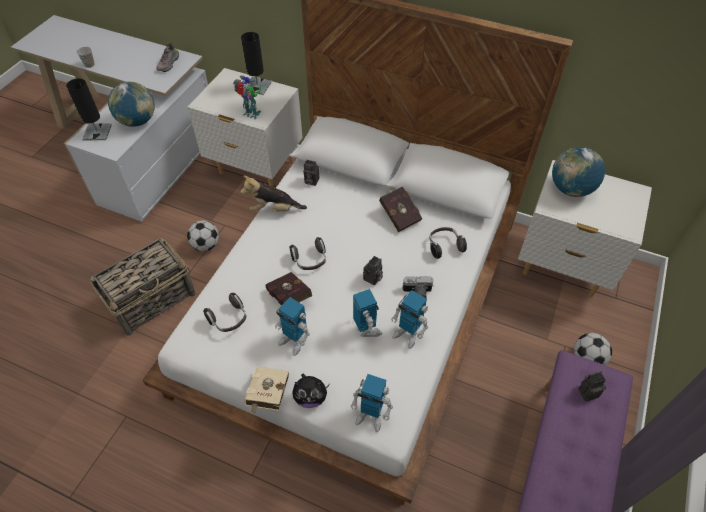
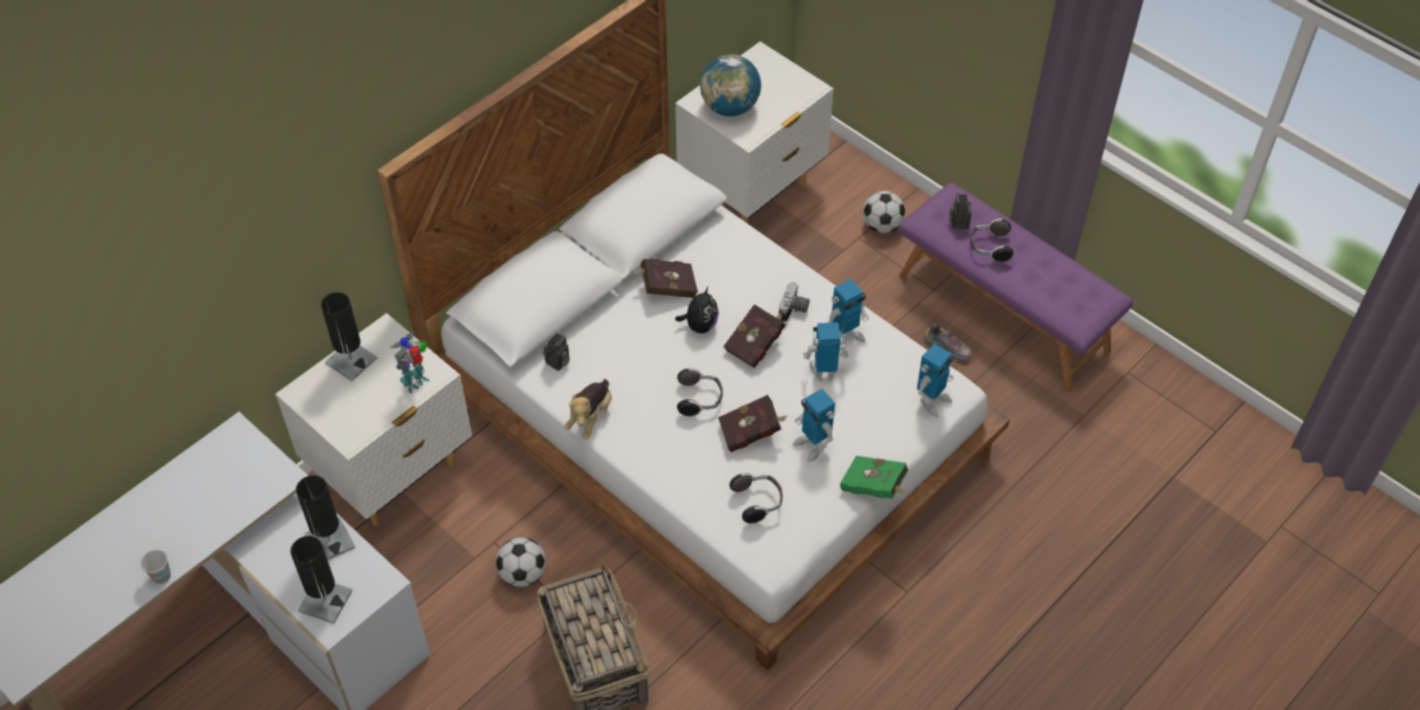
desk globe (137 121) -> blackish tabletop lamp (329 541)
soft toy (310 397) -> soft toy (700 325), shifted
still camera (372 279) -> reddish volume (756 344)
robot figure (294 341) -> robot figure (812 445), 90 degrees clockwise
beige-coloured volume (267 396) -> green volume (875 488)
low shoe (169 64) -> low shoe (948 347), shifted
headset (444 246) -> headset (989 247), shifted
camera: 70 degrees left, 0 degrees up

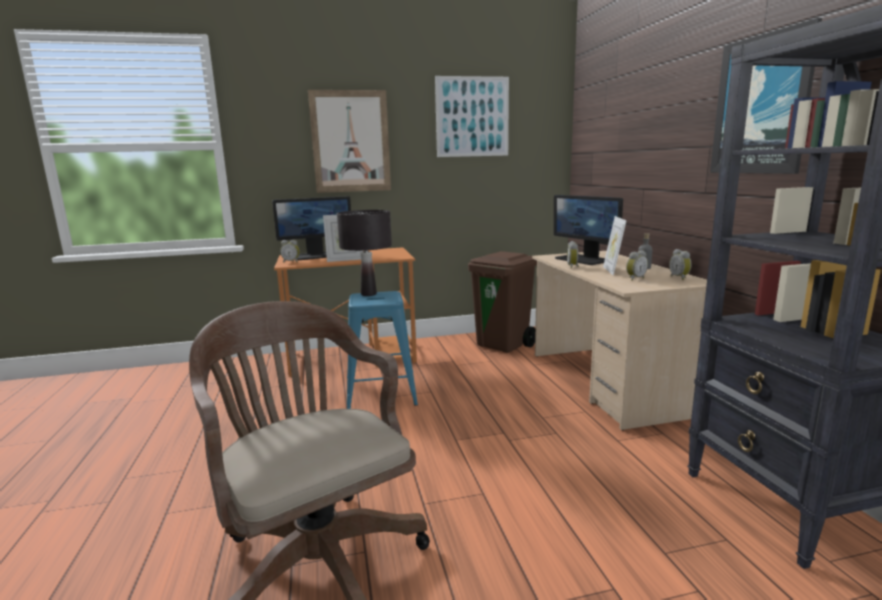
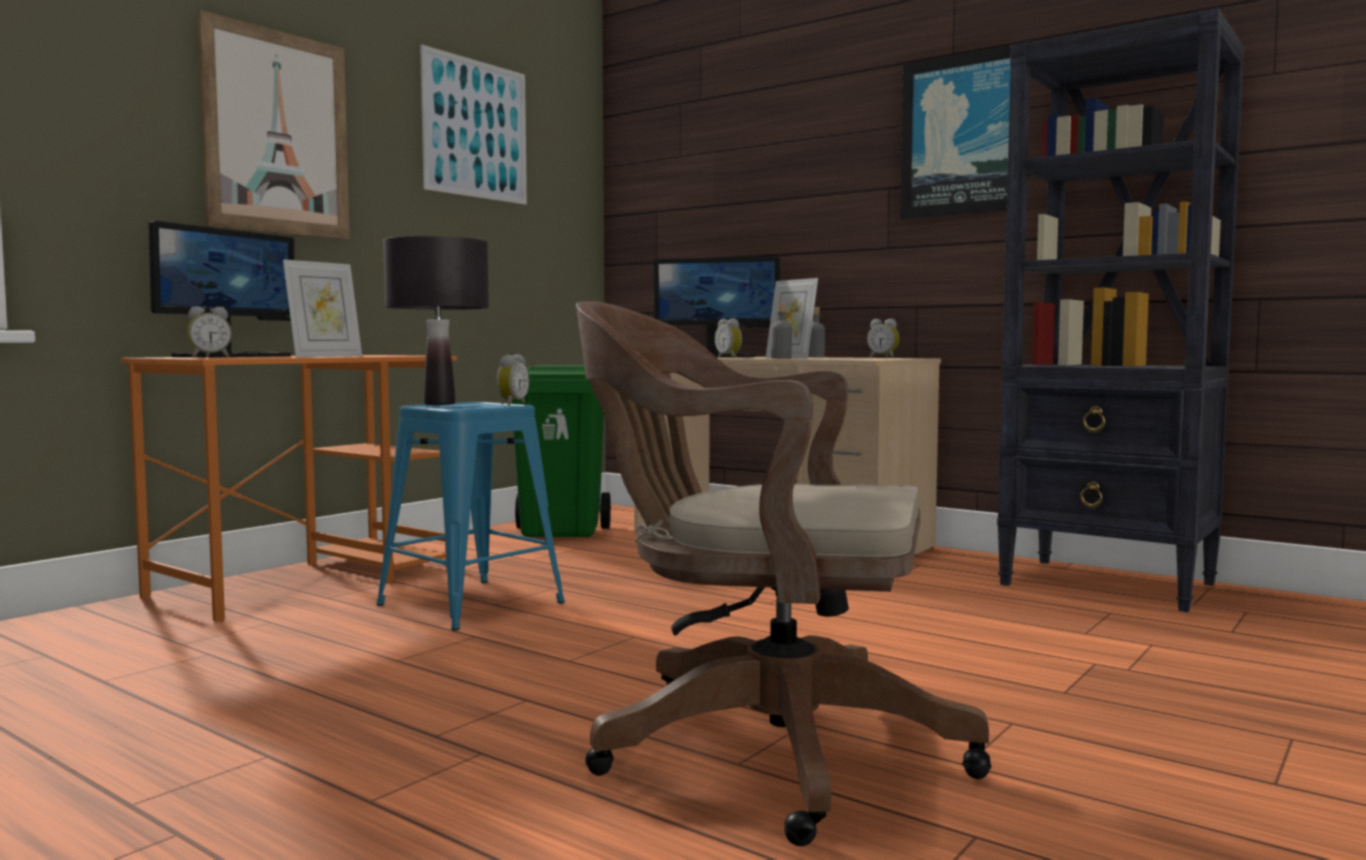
alarm clock (634 278) -> alarm clock (511 404), shifted
brownish waste bin (503 345) -> green waste bin (562 532)
none -> greyish bottle (781 358)
camera: 40 degrees left, 10 degrees down

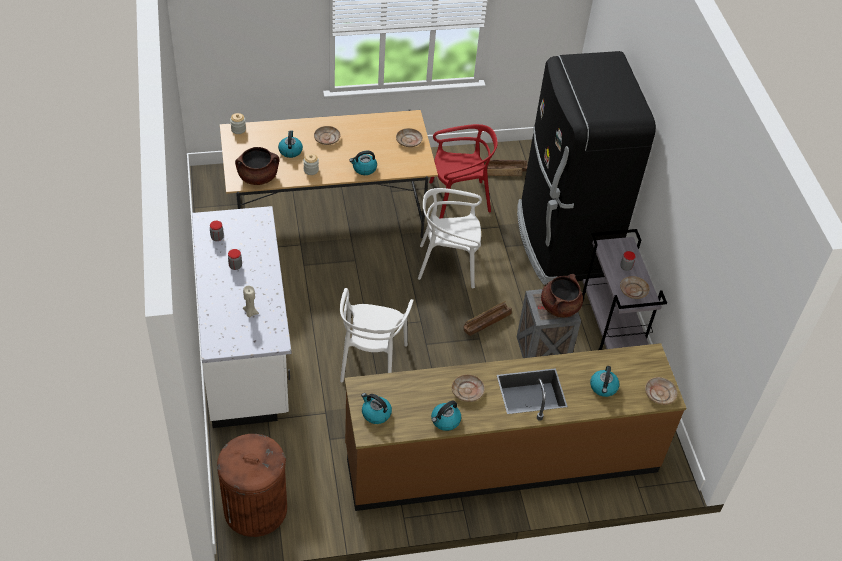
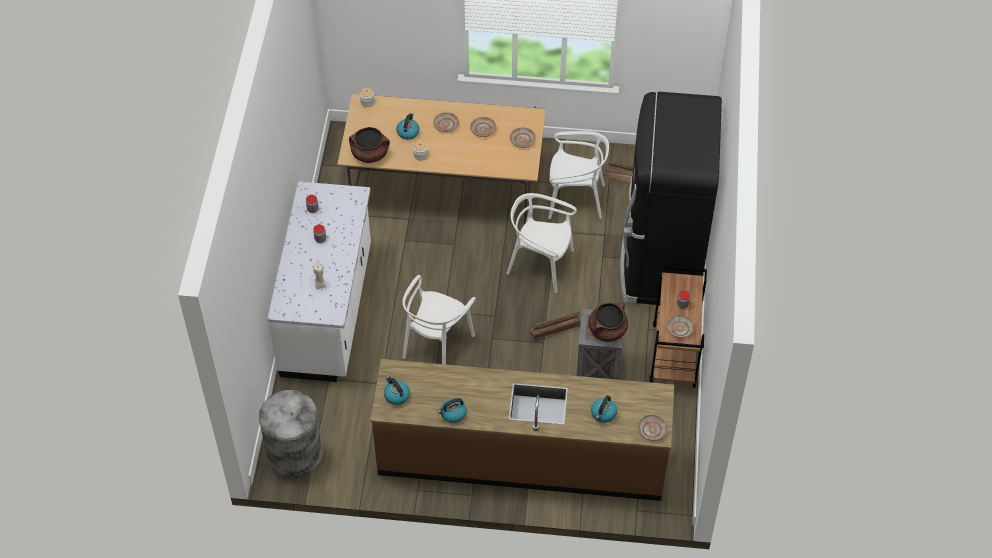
brownish waste bin (256 508) -> greyish waste bin (295 454)
beige-coloured flat dish (467 391) -> beige-coloured flat dish (483 129), shifted
reddish upright chair (459 199) -> whitish upright chair (575 199)
greyish cart (611 326) -> brownish cart (674 356)
water kettle (364 169) -> none
camera: 20 degrees right, 5 degrees up

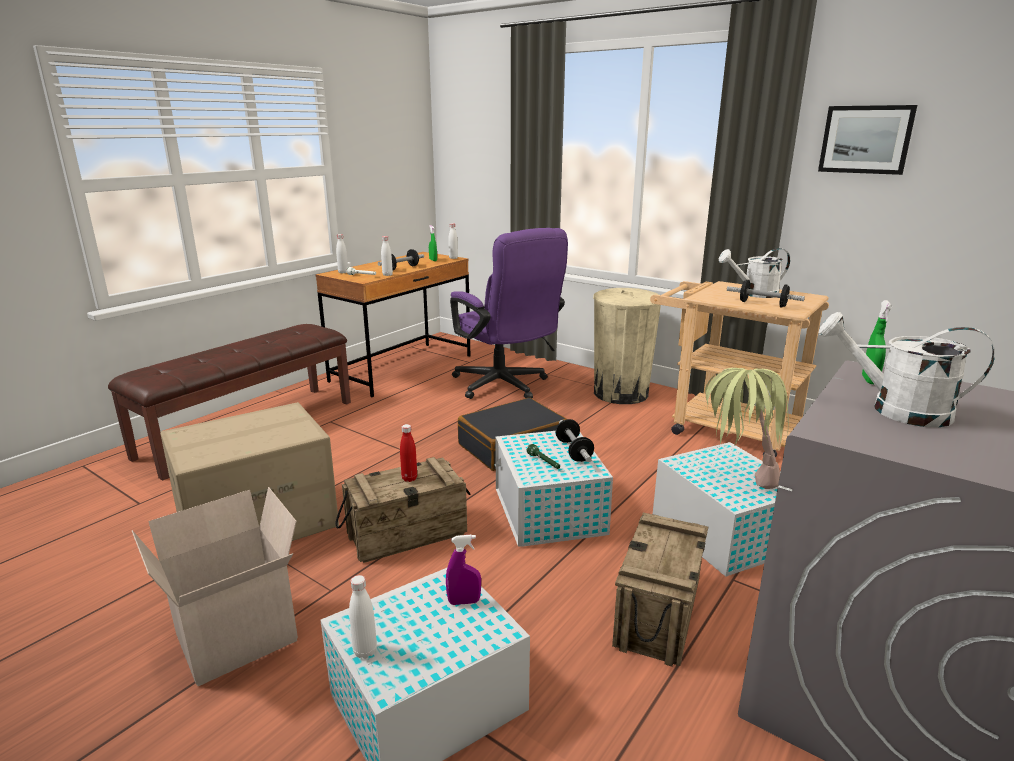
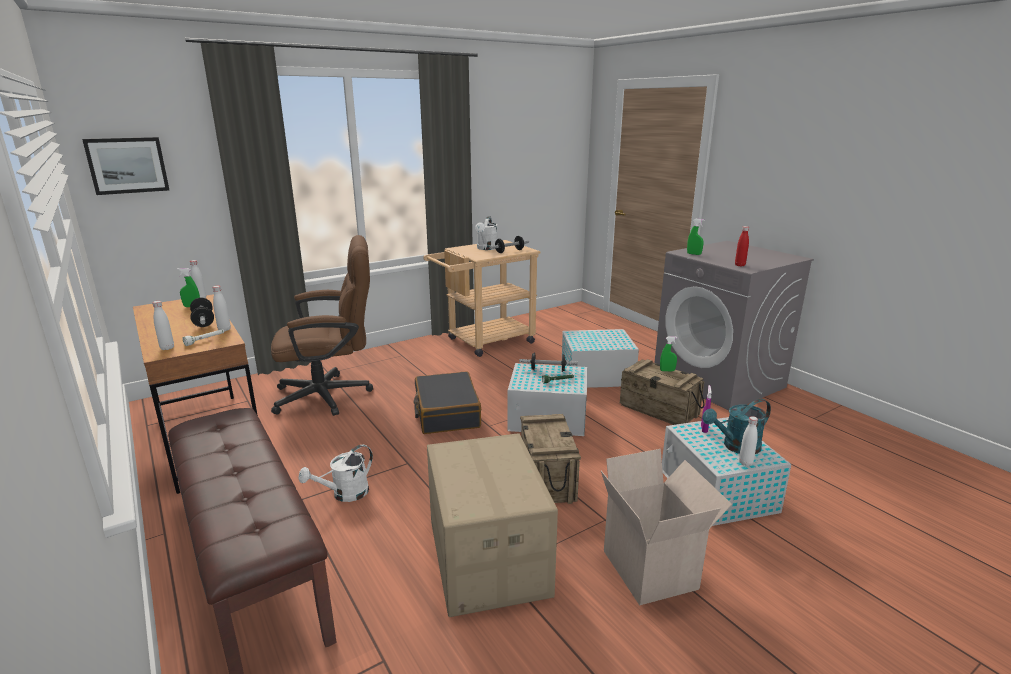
wall picture (865 139) -> wall picture (127 165), shifted
purple office chair (505 387) -> brownish office chair (332 395)
whitish watering pot (896 410) -> whitish watering pot (344 494), shifted
none -> green spray bottle (667 370)
none -> turquoise-coloured watering pot (736 447)
reddish bottle (409 478) -> reddish bottle (739 265), shifted
beige-coloured waste bin (621 393) -> none
houseplant (736 480) -> none
camera: 70 degrees left, 0 degrees up

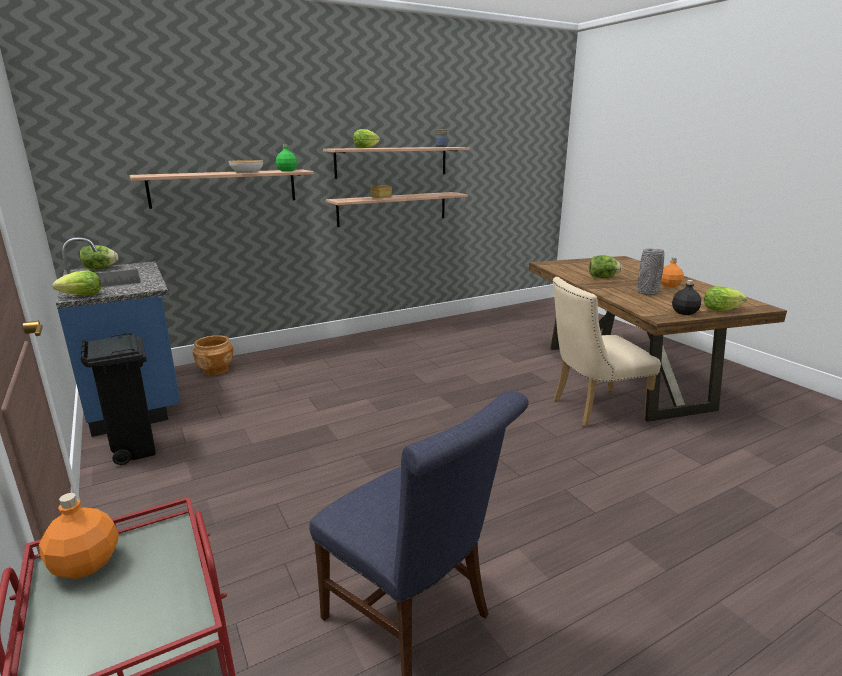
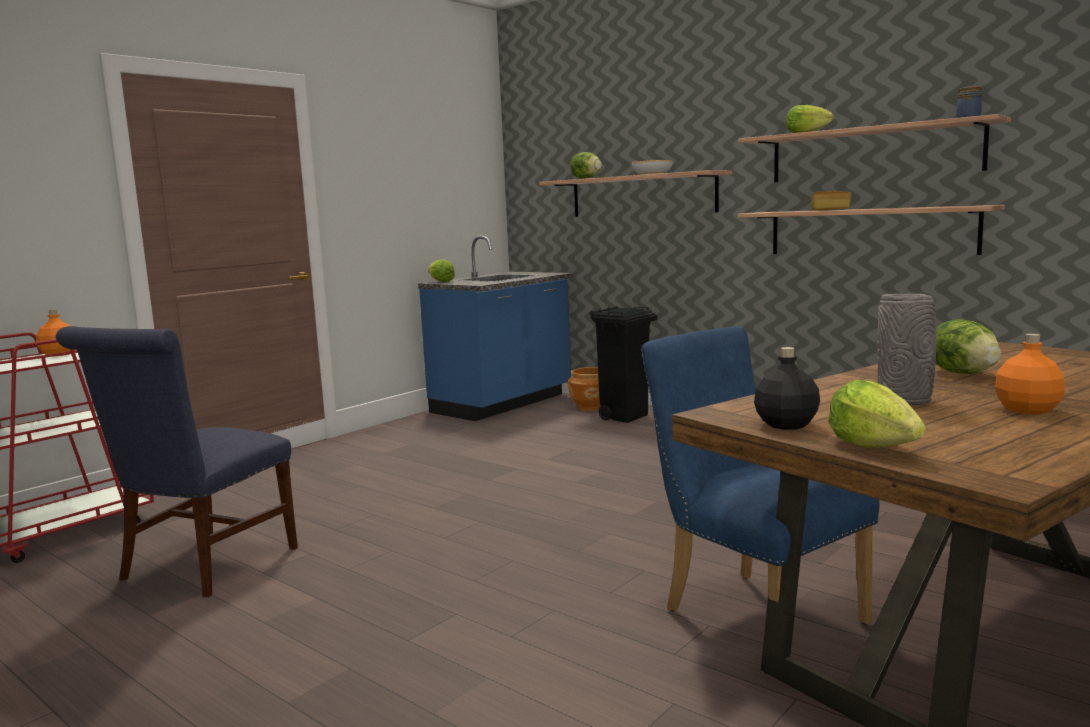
head of lettuce (100 269) -> head of lettuce (586 179), shifted
blackish waste bin (135 450) -> blackish waste bin (625 417), shifted
beige-coloured upright chair (592 409) -> blue upright chair (752 612)
green bottle (287 171) -> none
camera: 70 degrees right, 10 degrees down

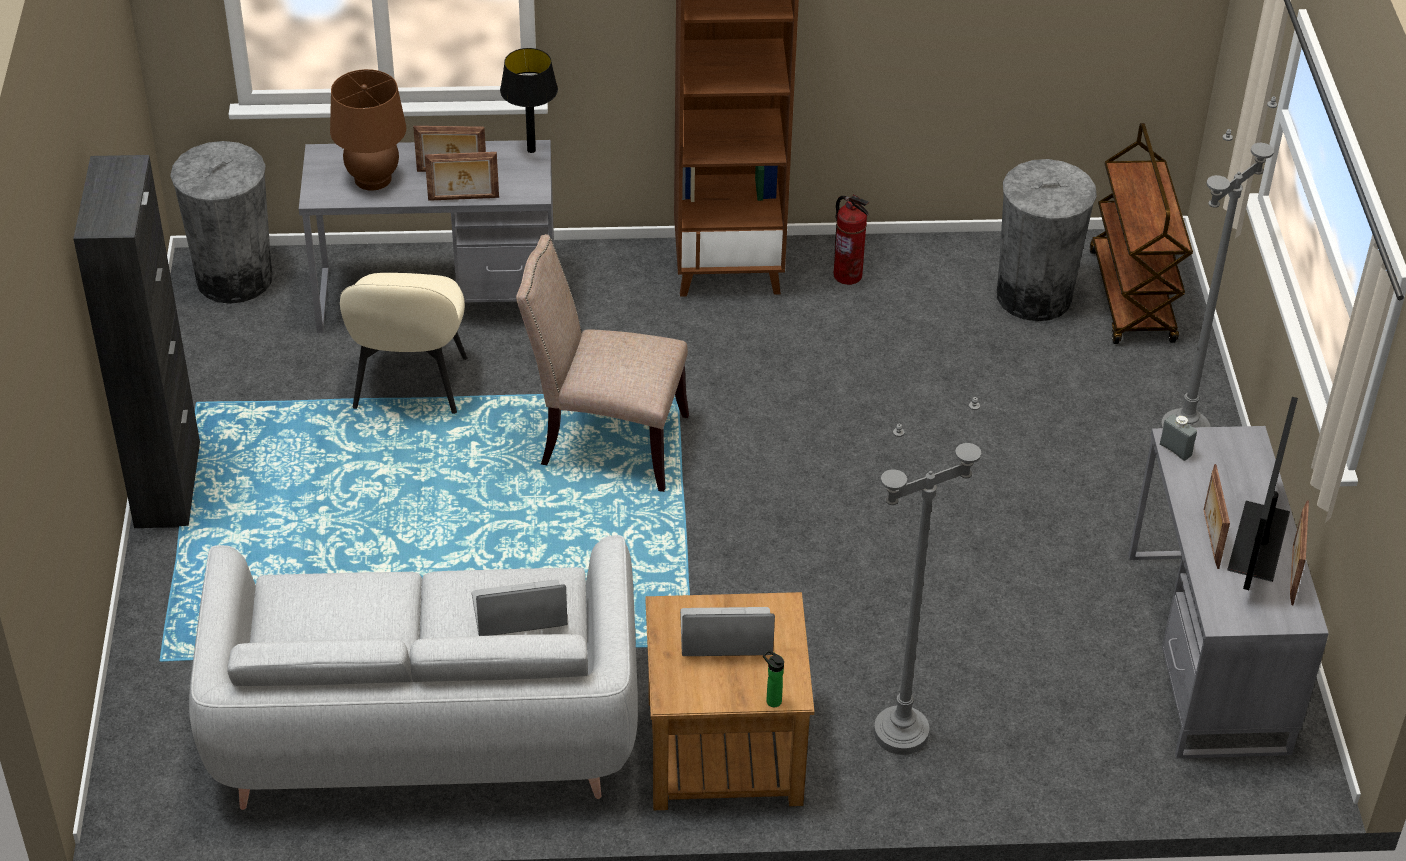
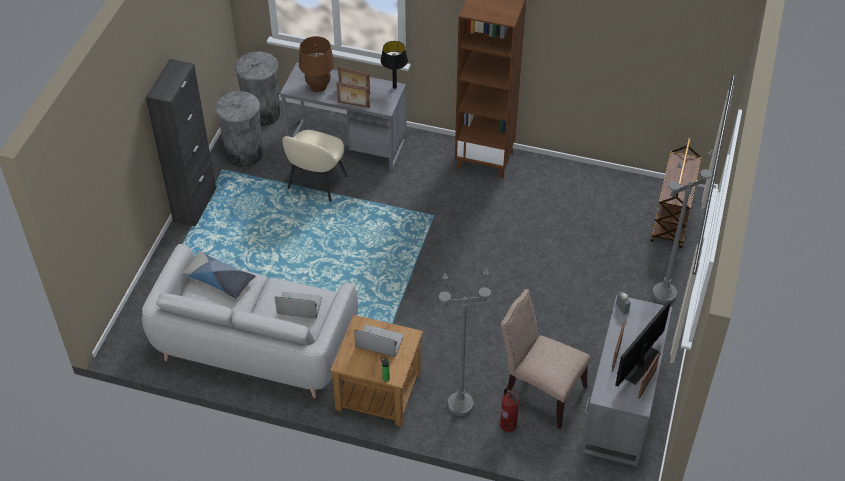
none -> cushion (218 280)
greyish waste bin (1034 296) -> greyish waste bin (244 154), shifted
extinguisher (848 275) -> extinguisher (508 425), shifted
beige-coloured upright chair (607 442) -> beige-coloured upright chair (540 391), shifted
camera: 20 degrees right, 5 degrees up

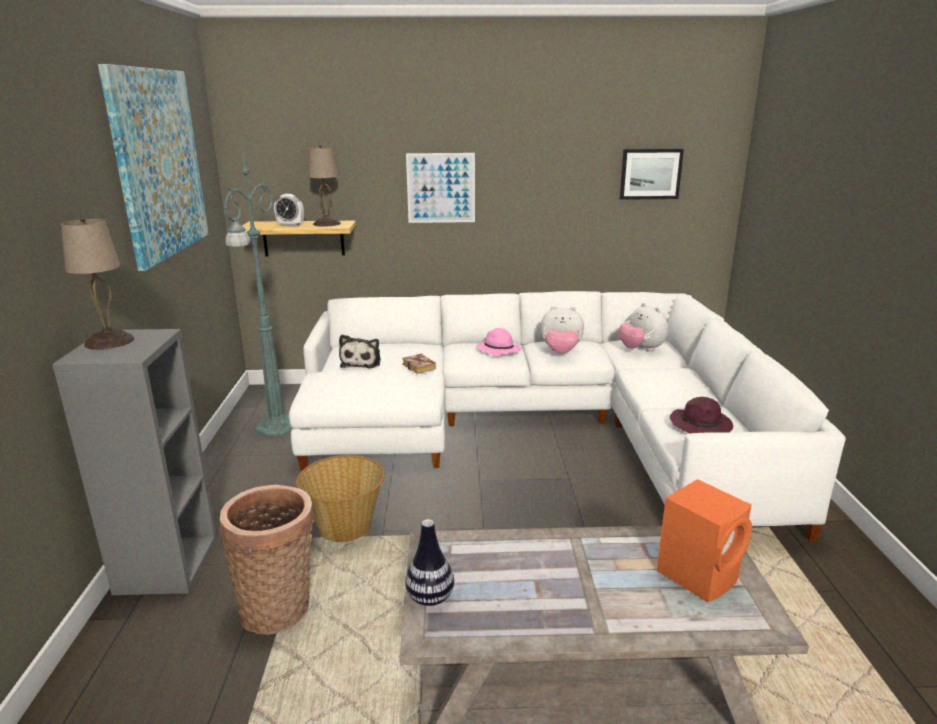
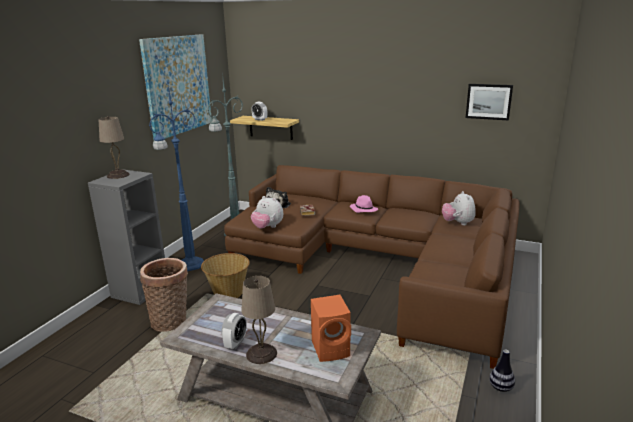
none -> blue floor lamp (189 265)
none -> alarm clock (235 343)
whitish couch (541 427) -> brownish couch (381 263)
beige-coloured tabletop lamp (326 224) -> beige-coloured tabletop lamp (261 354), shifted
soft toy (560 352) -> soft toy (267 227), shifted
vase (430 598) -> vase (501 388), shifted
wall picture (441 188) -> none
purple clothing hat (701 425) -> none
camera: 25 degrees right, 0 degrees up

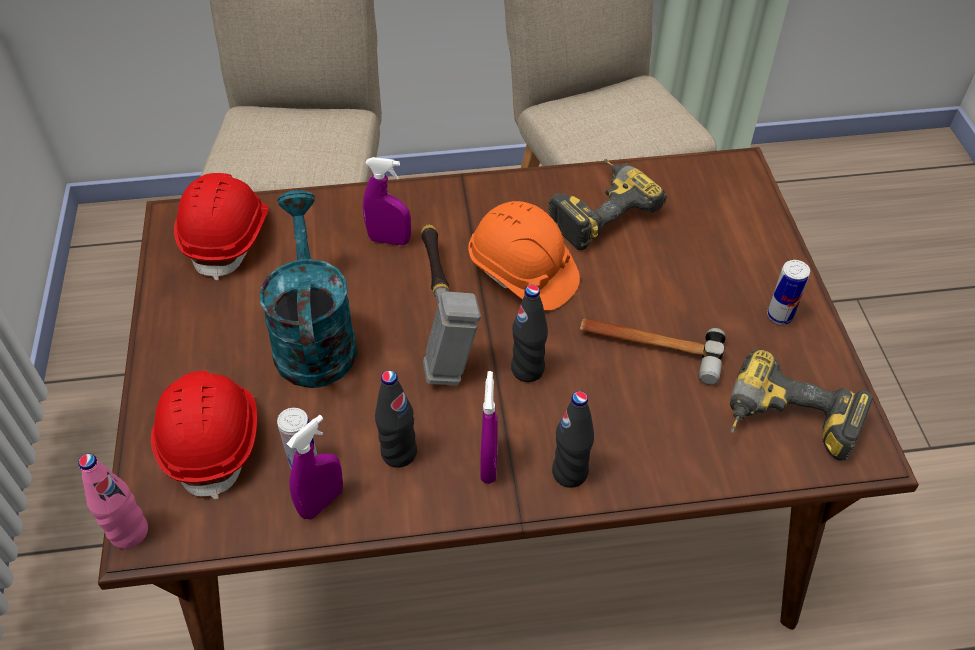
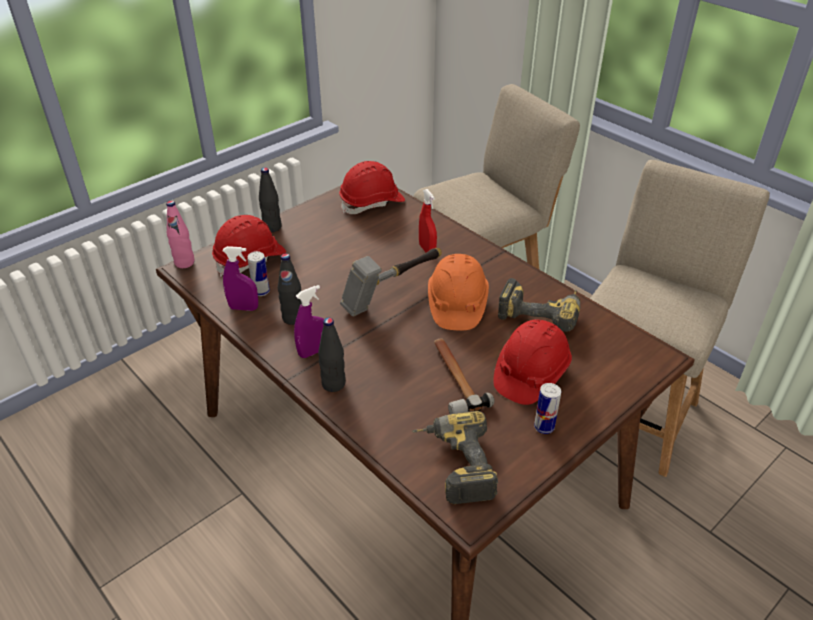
blackish bottle (527 369) -> blackish bottle (272 227), shifted
purple spray bottle (389 240) -> reddish spray bottle (427 250)
none -> reddish work helmet (530 374)
turquoise-coloured watering pot (313 337) -> none
camera: 55 degrees right, 10 degrees down

